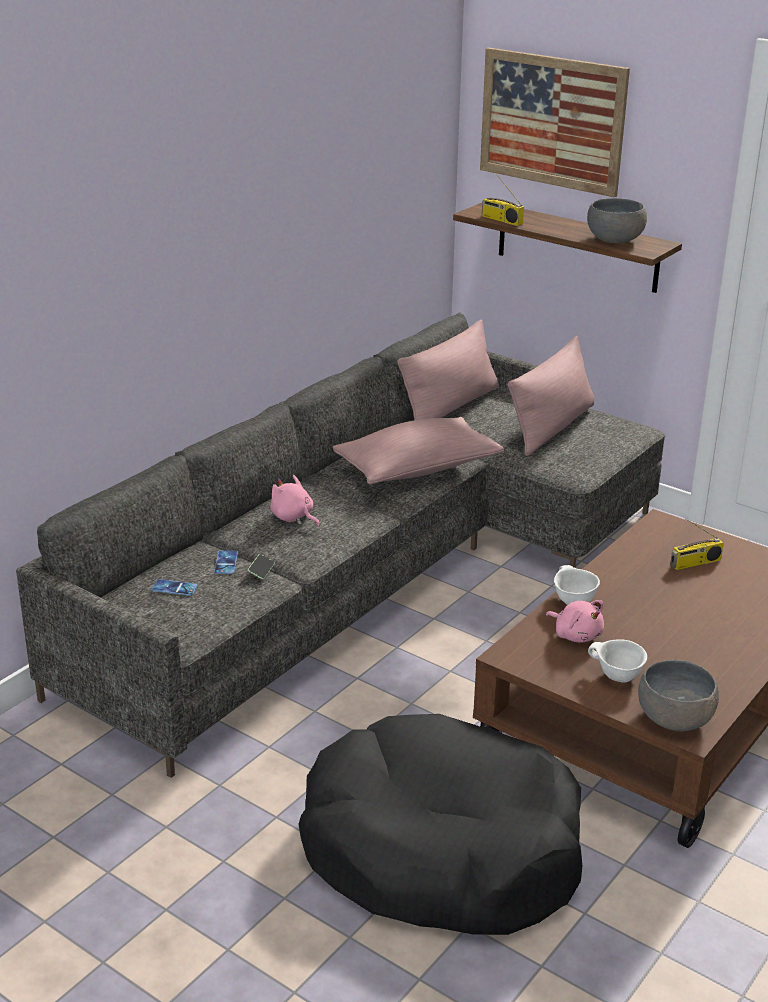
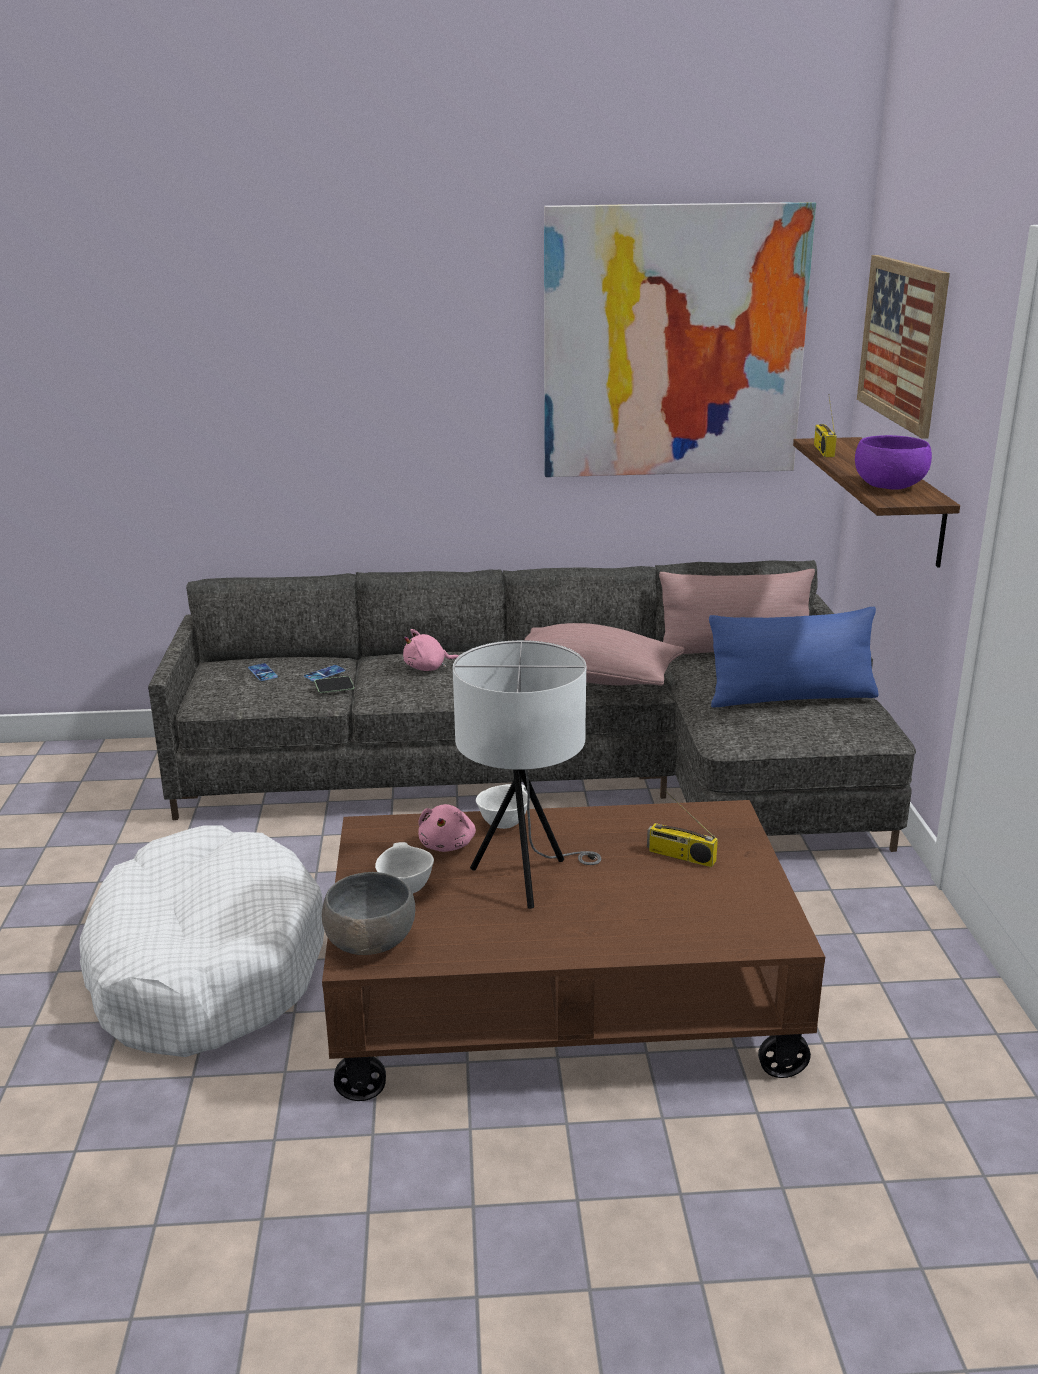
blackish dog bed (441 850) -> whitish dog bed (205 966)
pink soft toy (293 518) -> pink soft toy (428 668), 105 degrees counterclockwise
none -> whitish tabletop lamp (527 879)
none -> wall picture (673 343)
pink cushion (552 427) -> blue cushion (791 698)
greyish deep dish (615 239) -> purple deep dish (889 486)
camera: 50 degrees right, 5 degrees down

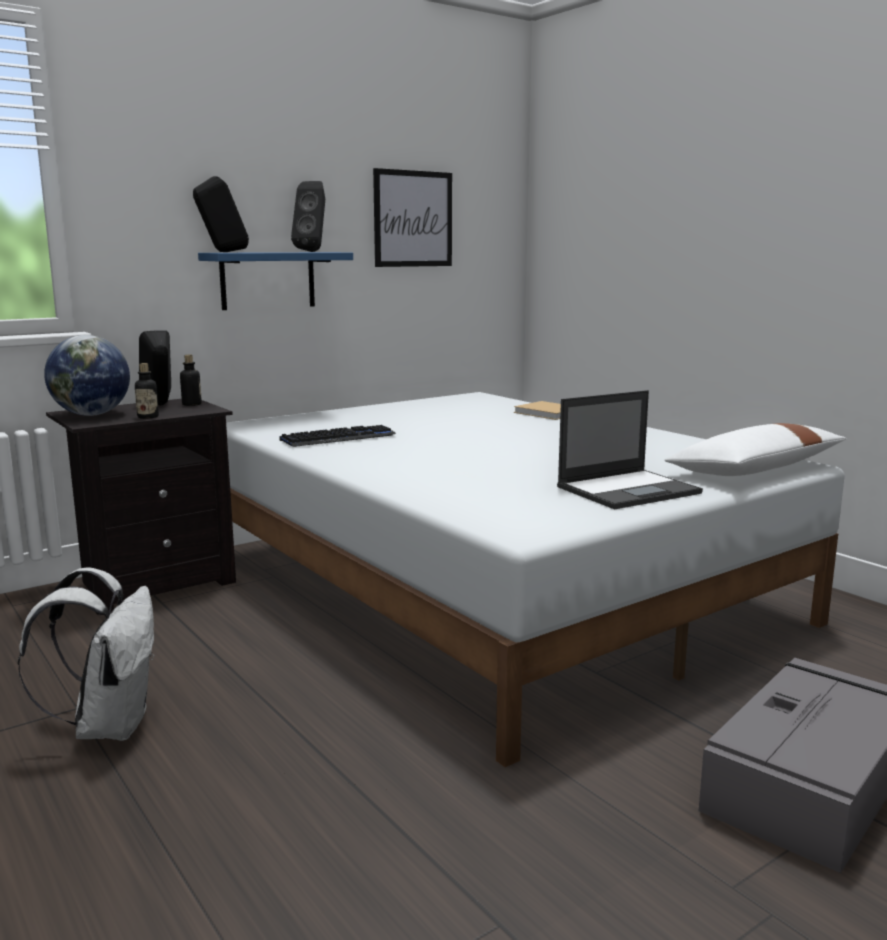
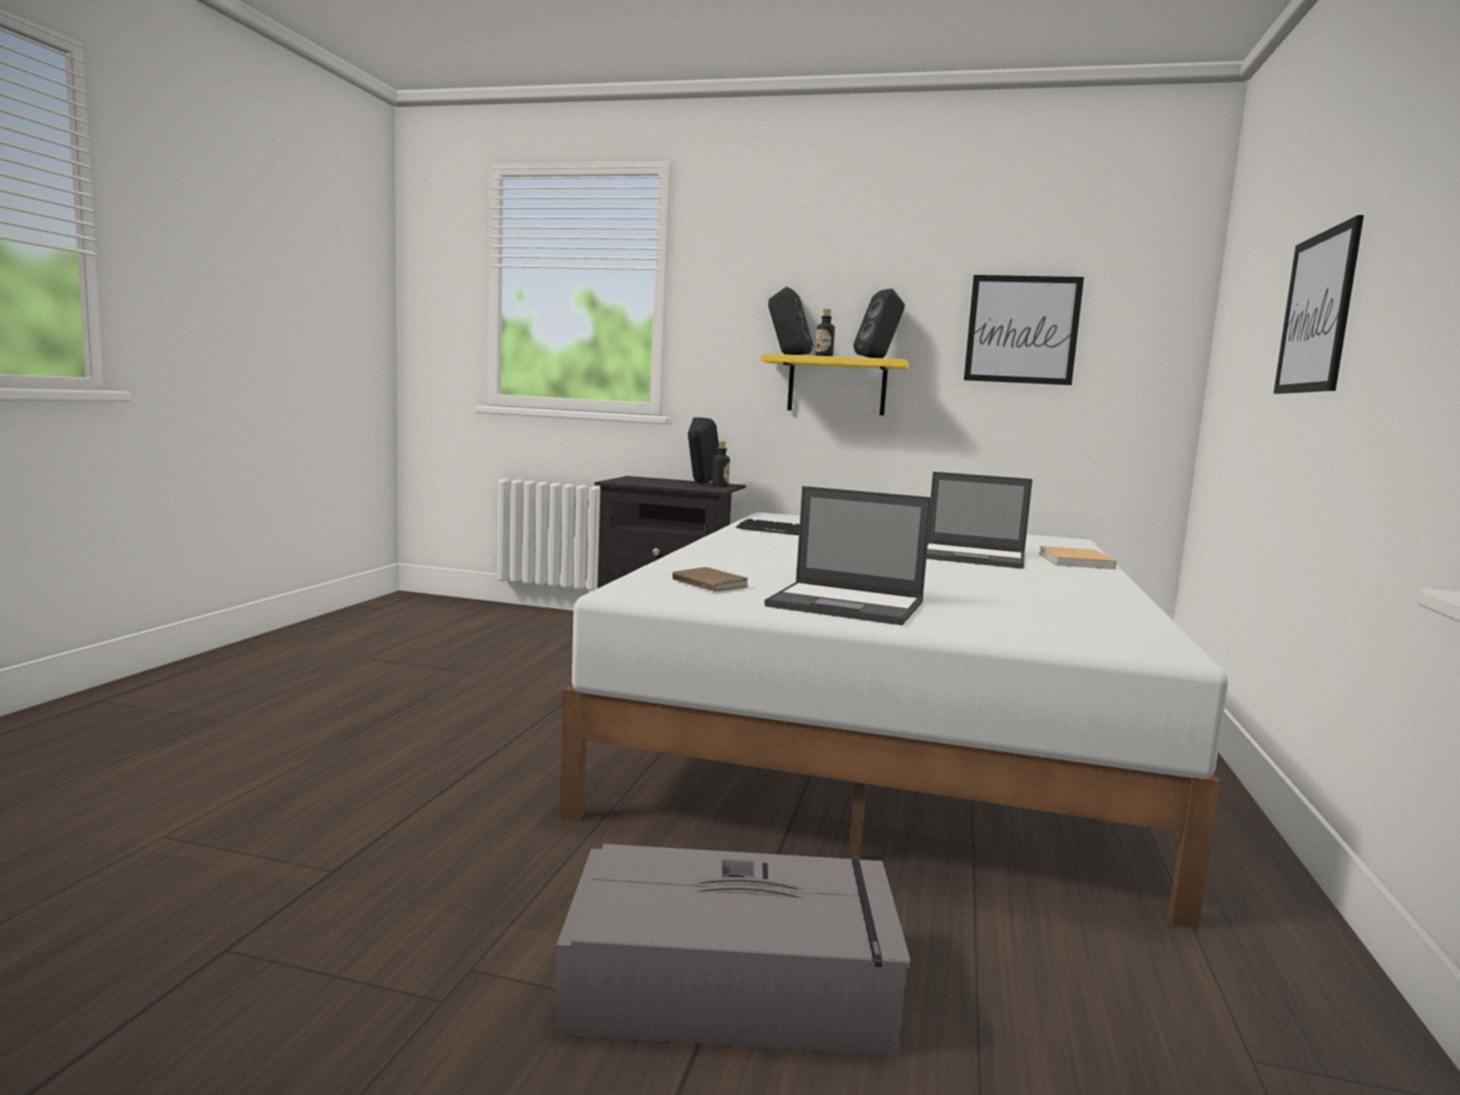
none -> brownish volume (707 584)
blue bracket shelf (268 280) -> yellowish bracket shelf (837 386)
bottle (148 417) -> bottle (824 356), shifted
none -> laptop (973 557)
none -> wall picture (1316 313)
whitish knapsack (109 725) -> none
desk globe (91 415) -> none
whitish cushion (755 470) -> none
camera: 50 degrees right, 5 degrees down

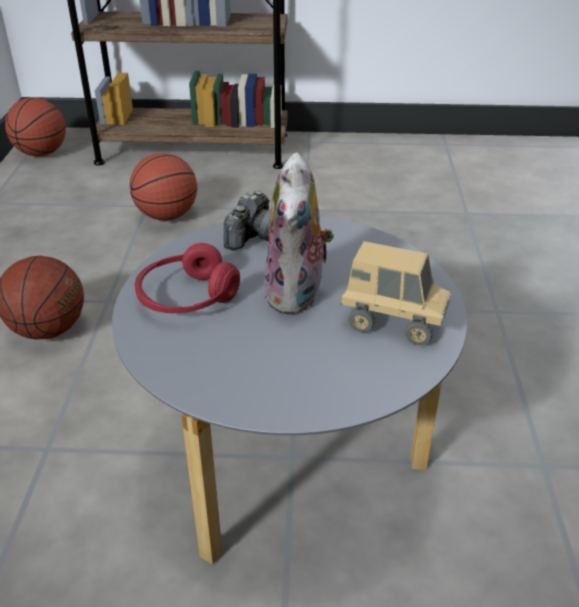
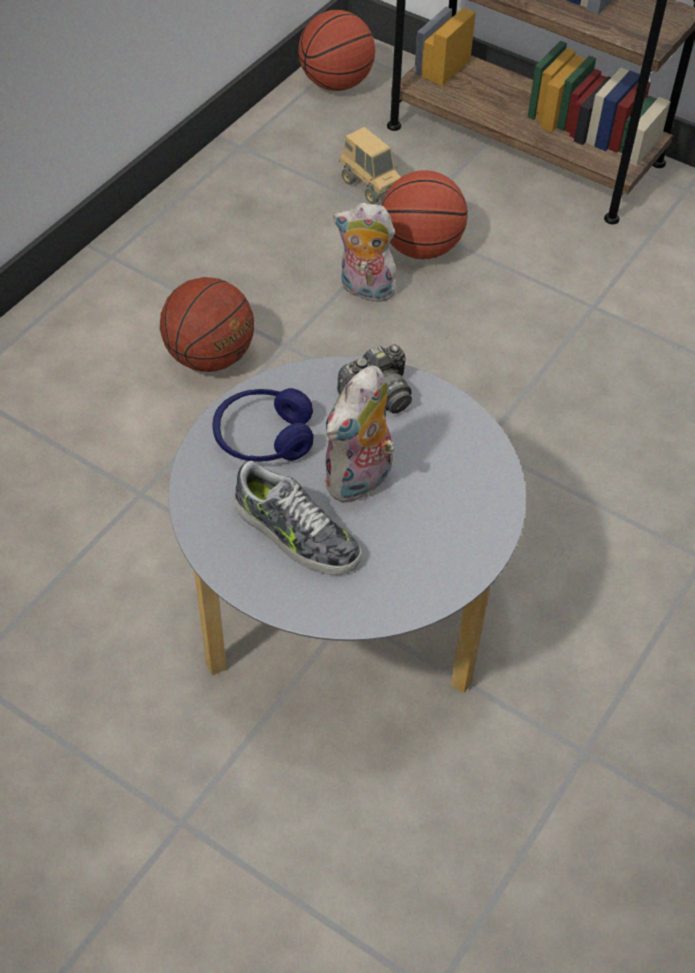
reddish headset (187 297) -> blue headset (263 437)
none -> low shoe (295 534)
none -> soft toy (365 290)
toy truck (392 323) -> toy truck (370 186), shifted
camera: 30 degrees right, 15 degrees up

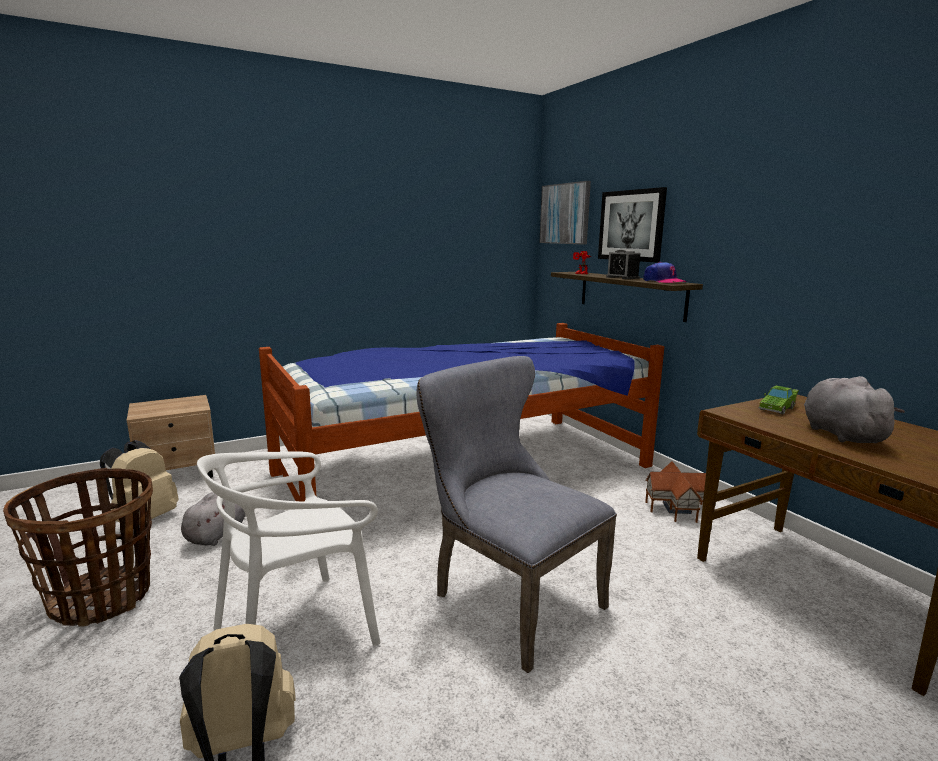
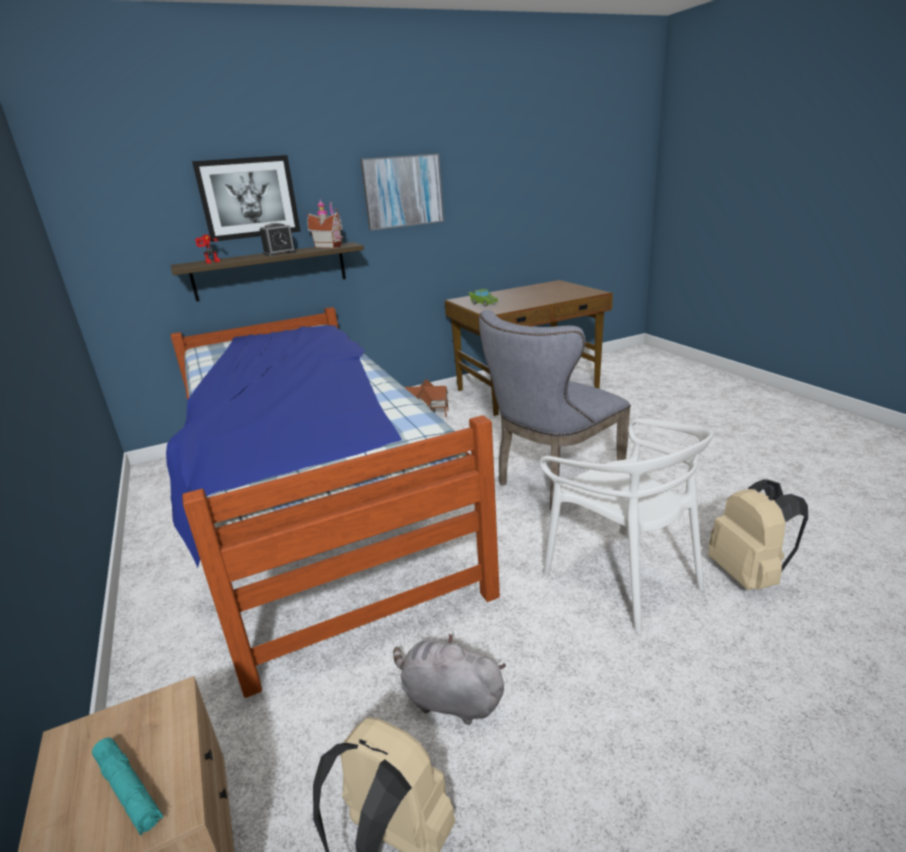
none -> turquoise-coloured hand torch (129 790)
cap (663 281) -> model house (329 246)
wall picture (565 214) -> wall picture (403 191), shifted
storage basket (101 598) -> none
greyish soft toy (840 434) -> none
camera: 85 degrees left, 10 degrees up

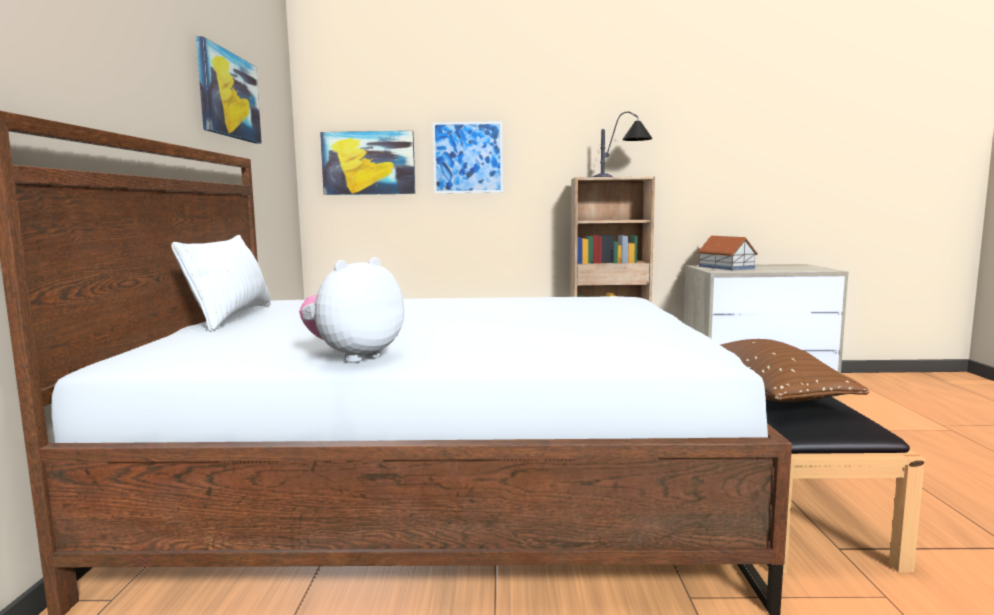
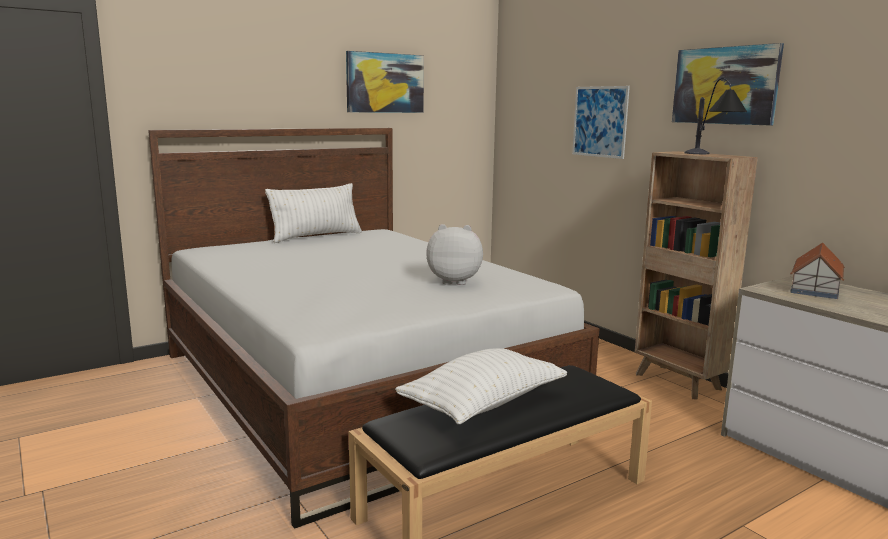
brownish cushion (766 394) -> whitish cushion (483 403)
soft toy (354 356) -> soft toy (454 281), shifted
wall picture (368 163) -> wall picture (725 85), shifted
camera: 55 degrees right, 5 degrees up

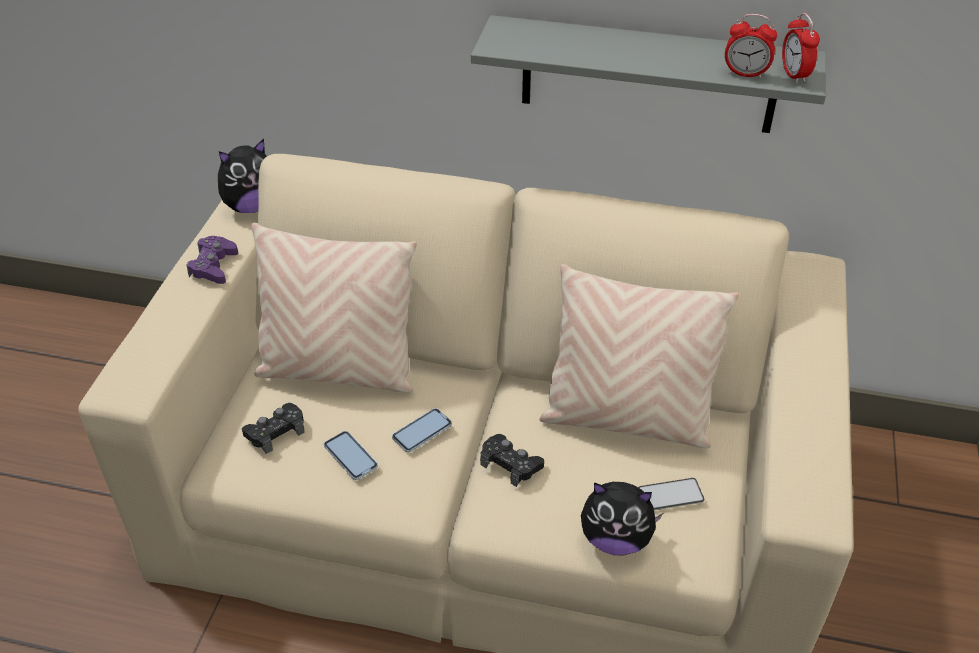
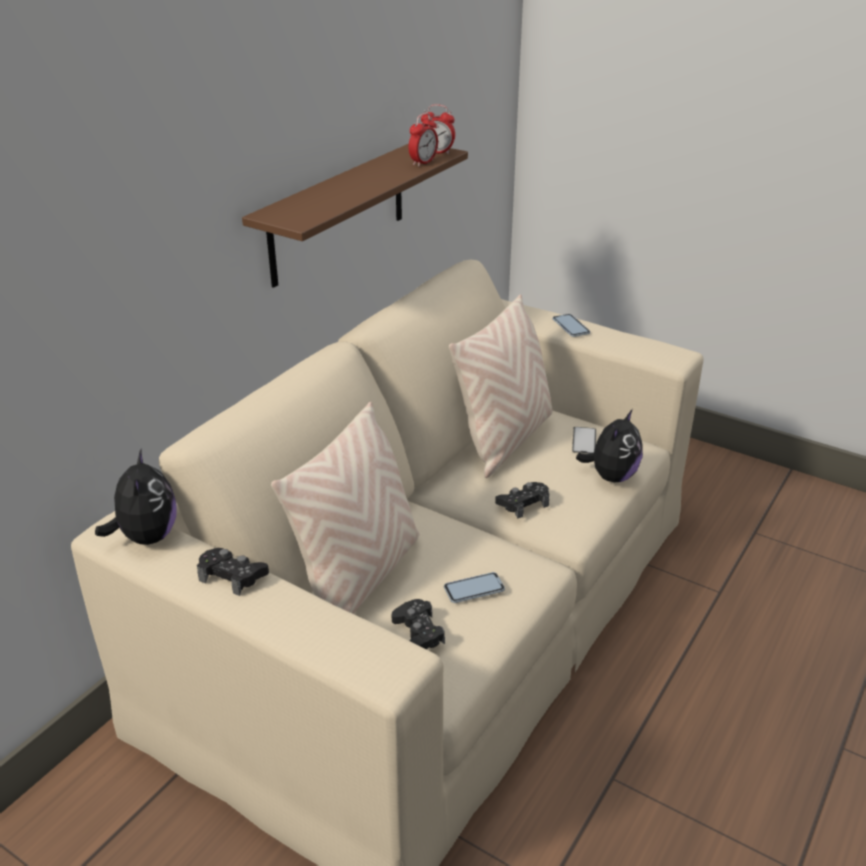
purple joypad (213 266) -> blackish joypad (232 576)
greyish bracket shelf (648 75) -> brownish bracket shelf (338 213)
phone (422 431) -> phone (571 326), shifted
camera: 70 degrees left, 10 degrees down

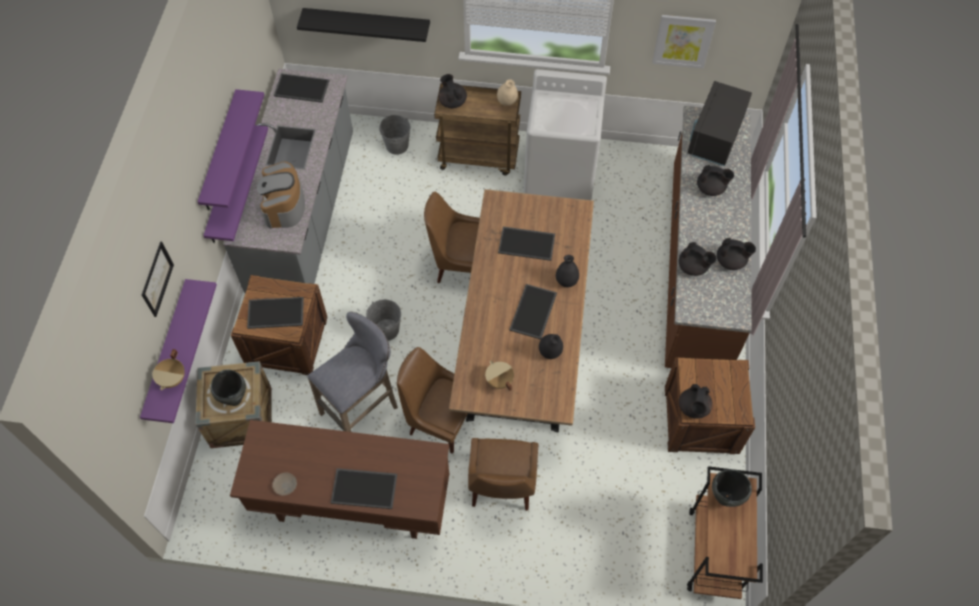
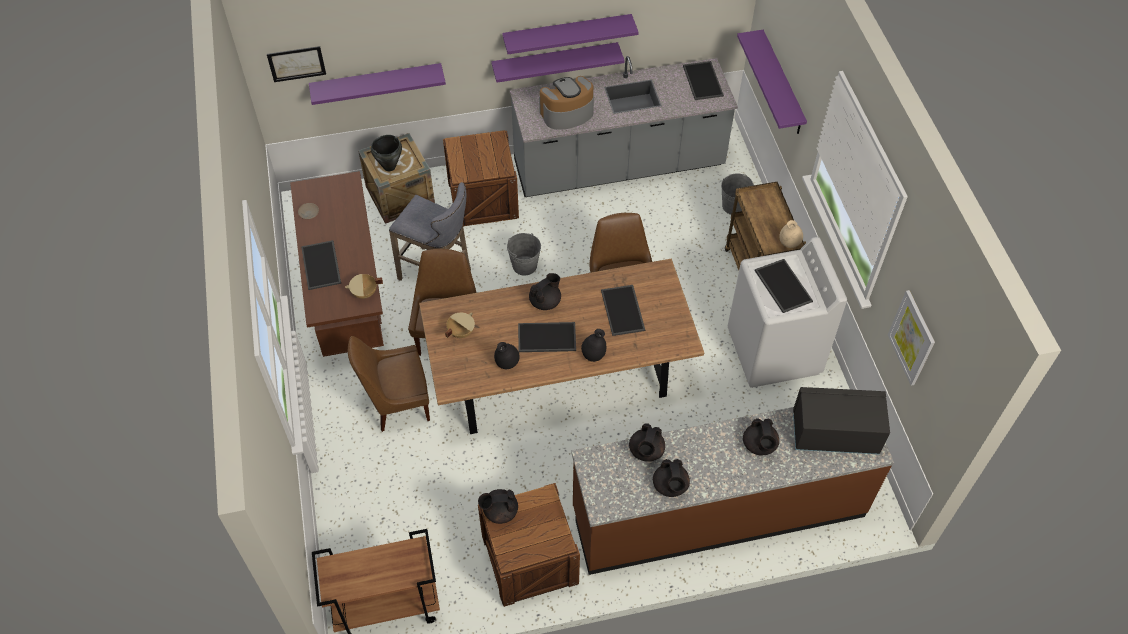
wall picture (157 279) -> wall picture (296 63), shifted
beige-coloured saucepot (173 379) -> beige-coloured saucepot (364 293), shifted
blackish tea pot (452 101) -> blackish tea pot (545 301), shifted
blackish bracket shelf (367 23) -> purple bracket shelf (782 84)
serving tray (275 314) -> serving tray (782 285), shifted
blackish saucepot (724 498) -> none
camera: 70 degrees right, 5 degrees down

